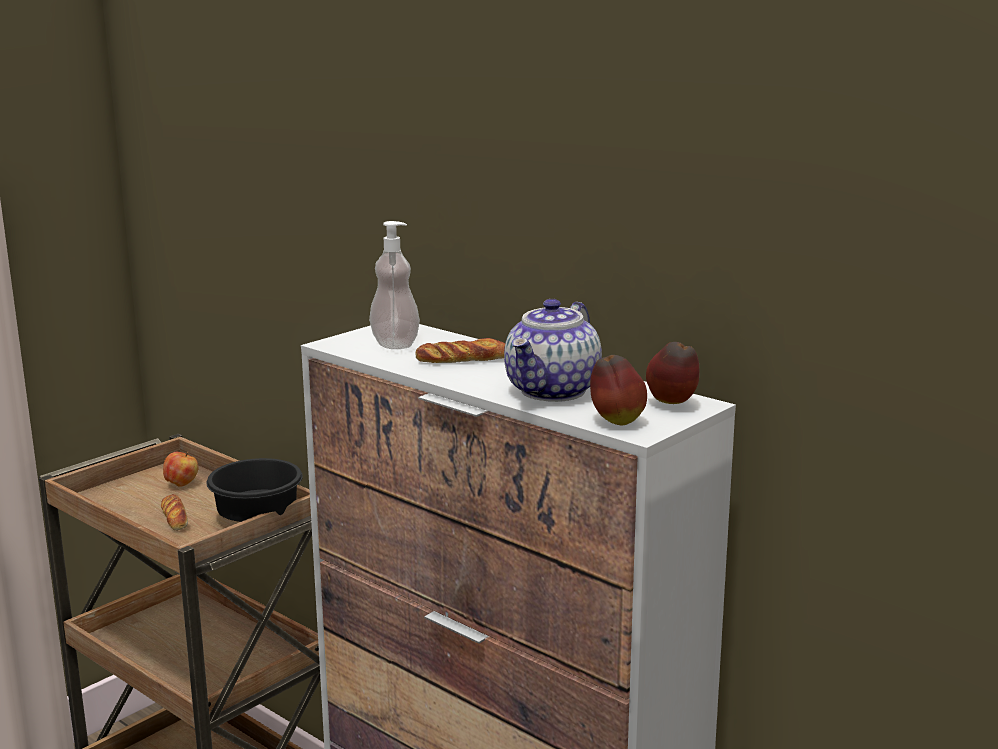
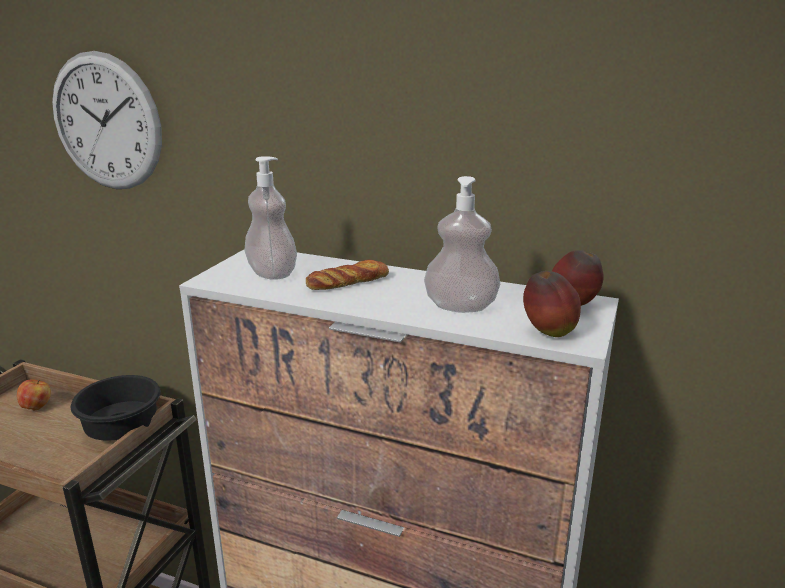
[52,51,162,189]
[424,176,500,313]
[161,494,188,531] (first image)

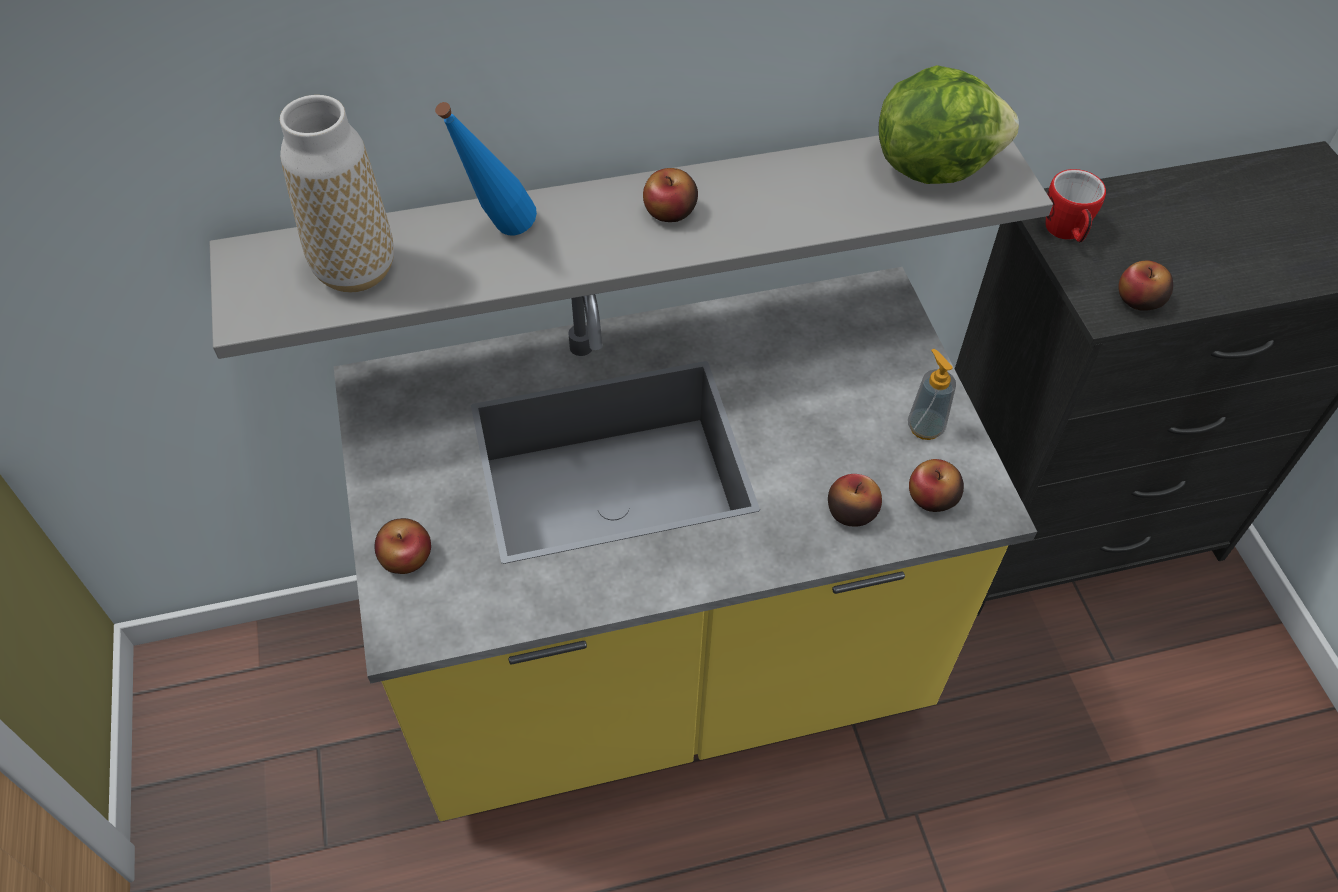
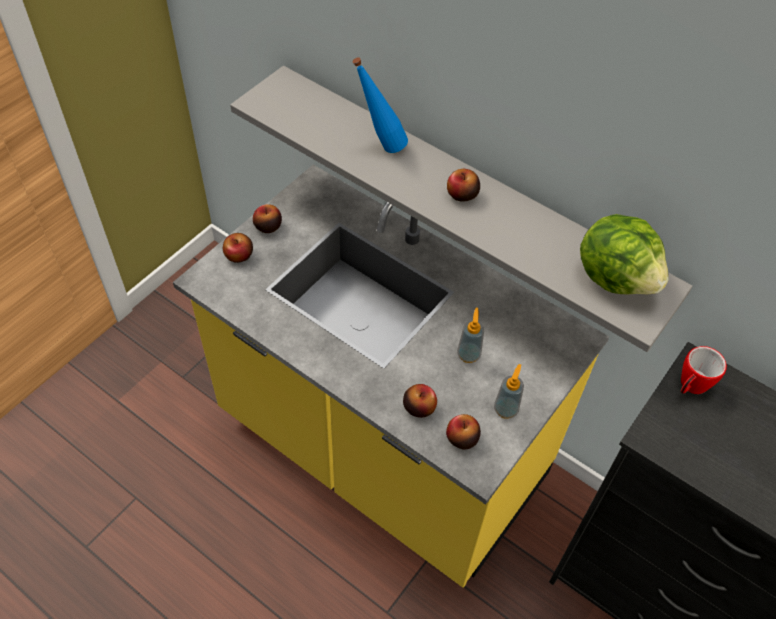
[253,204,282,233]
[457,308,484,363]
[280,95,394,292] (first image)

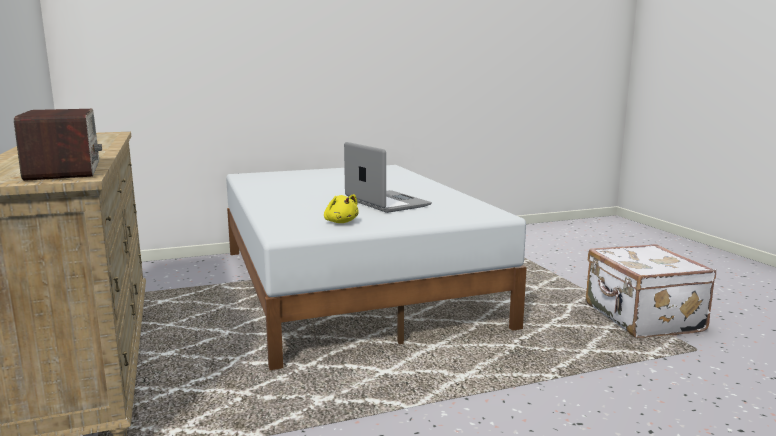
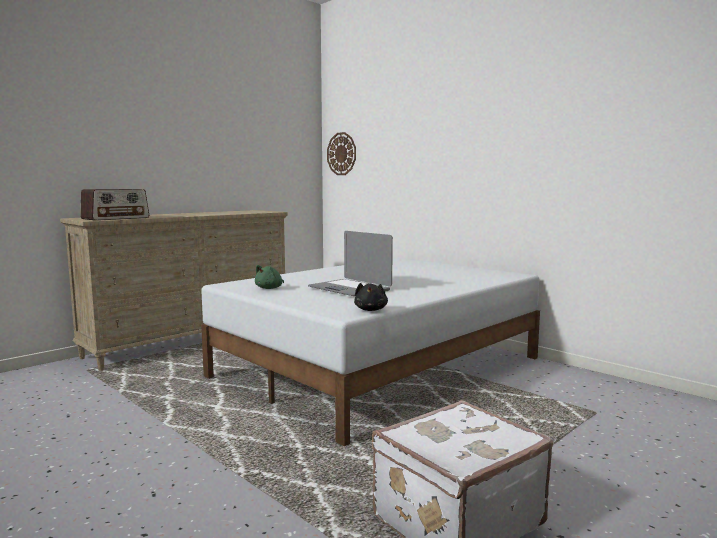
[255,265,284,289]
[308,231,393,296]
[327,132,356,175]
[354,283,388,311]

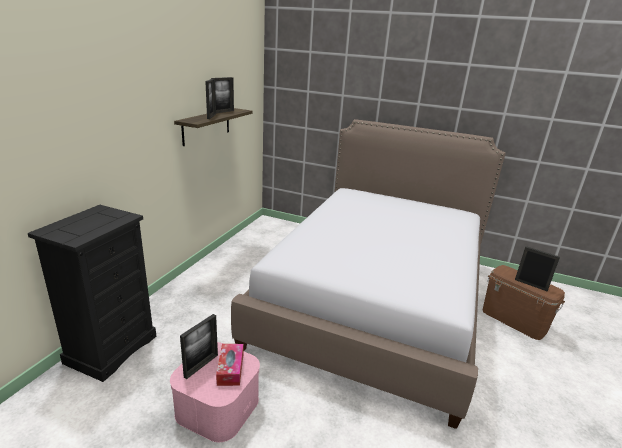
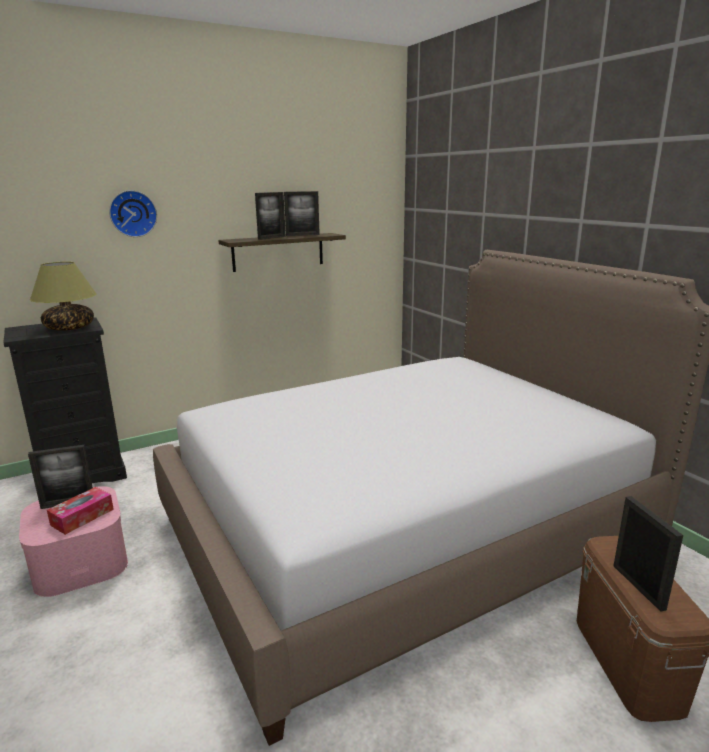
[30,262,96,331]
[109,190,157,237]

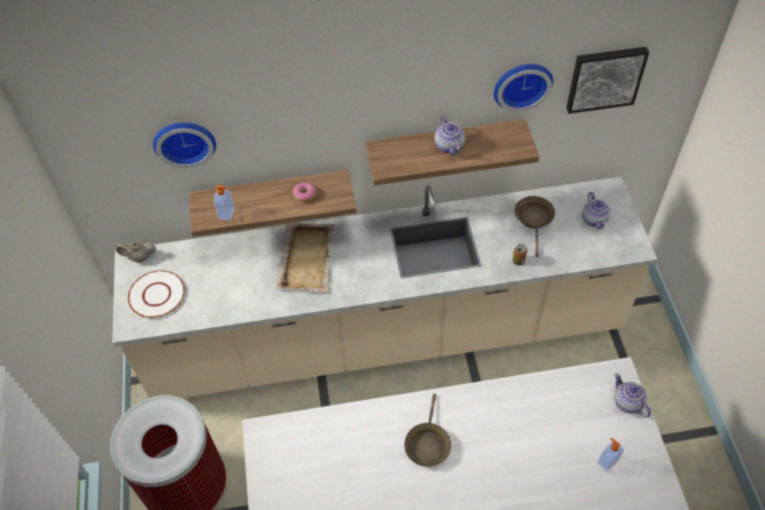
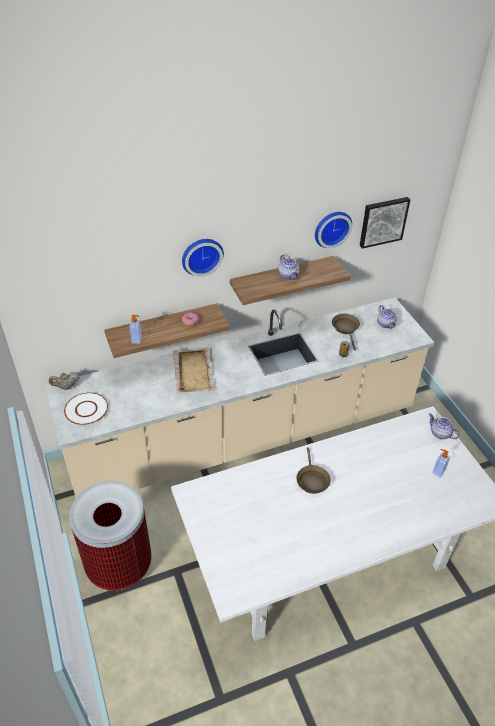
[182,239,224,277]

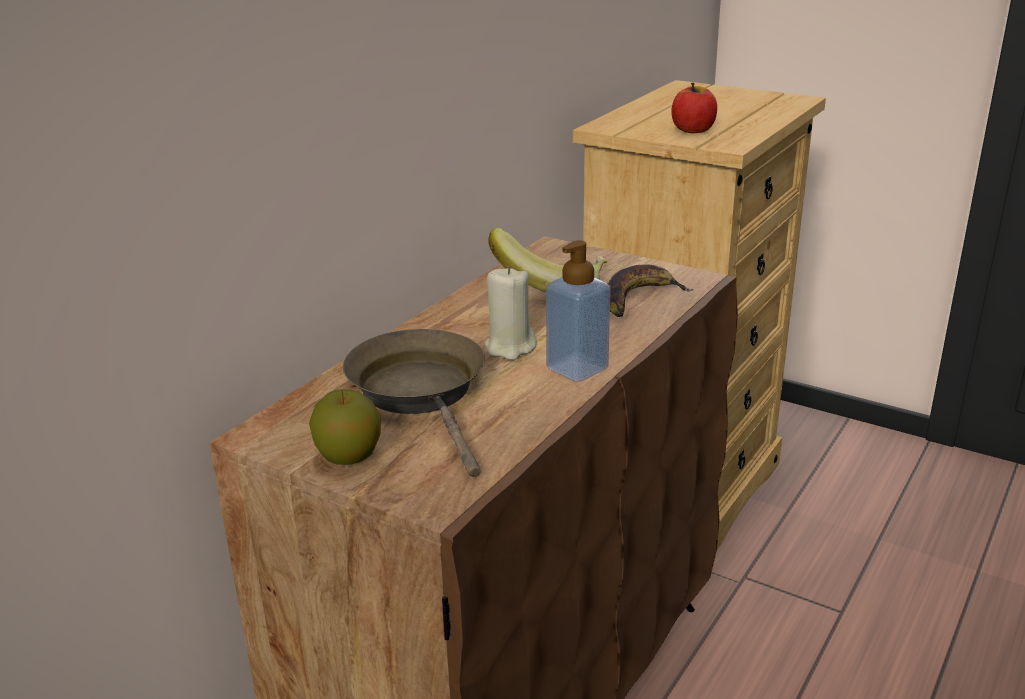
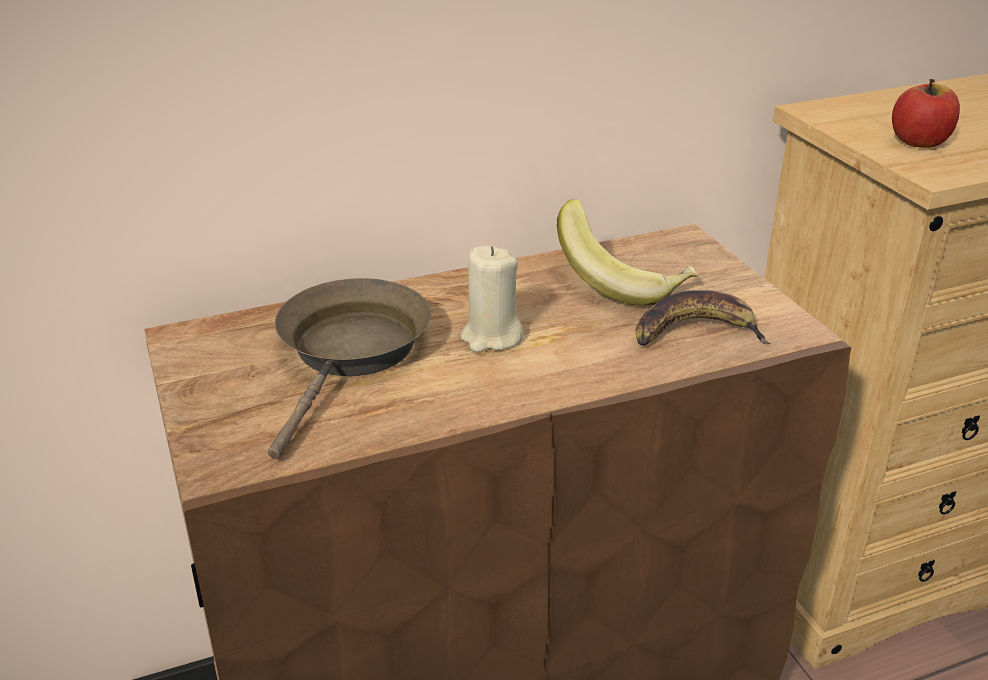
[309,389,381,465] (first image)
[546,240,611,382] (first image)

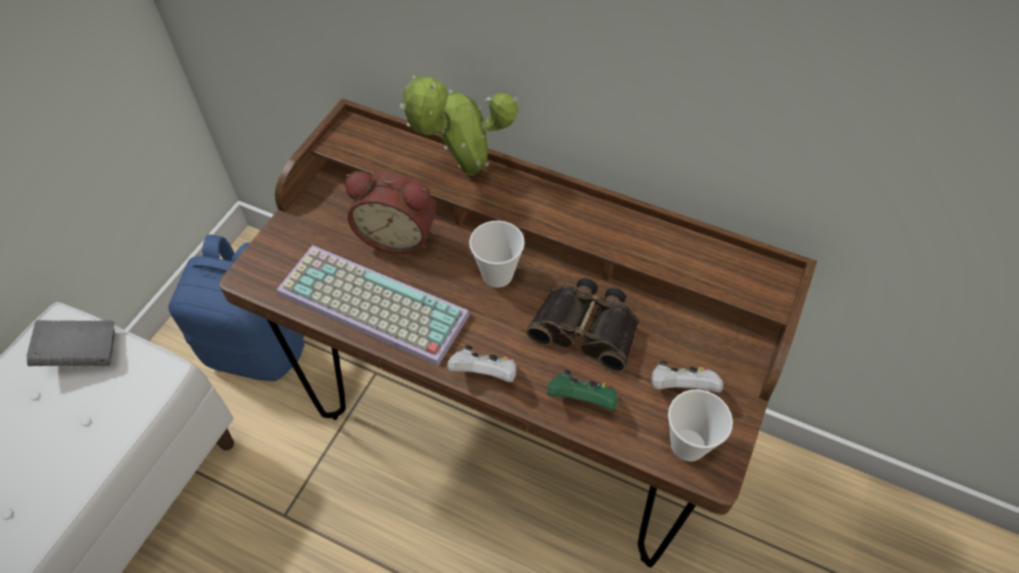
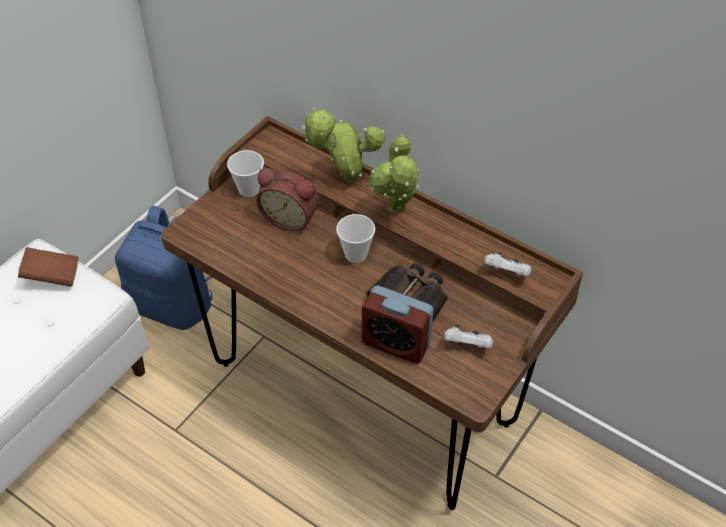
[18,247,79,287]
[227,150,264,197]
[362,285,434,364]
[369,134,419,213]
[484,251,531,277]
[277,245,470,366] (first image)

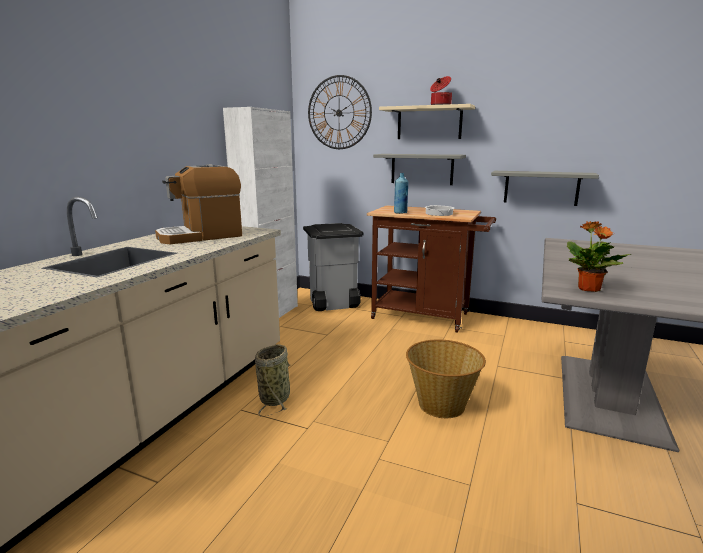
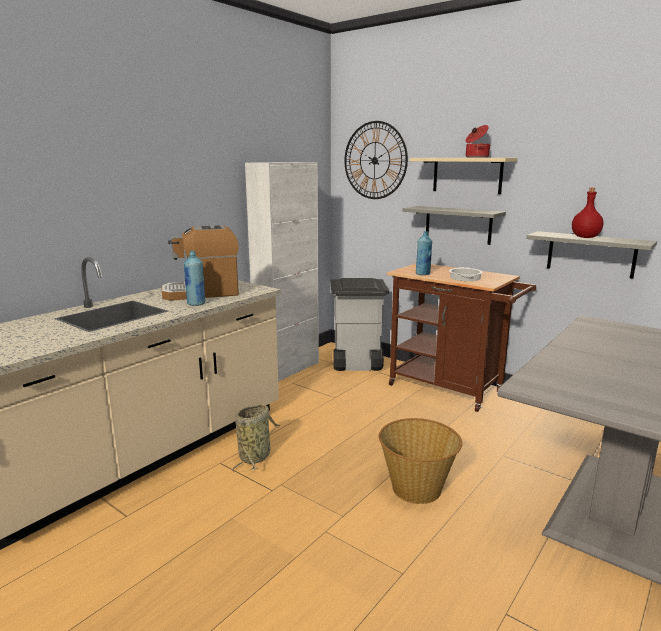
[184,251,205,306]
[572,188,603,238]
[567,221,631,292] (first image)

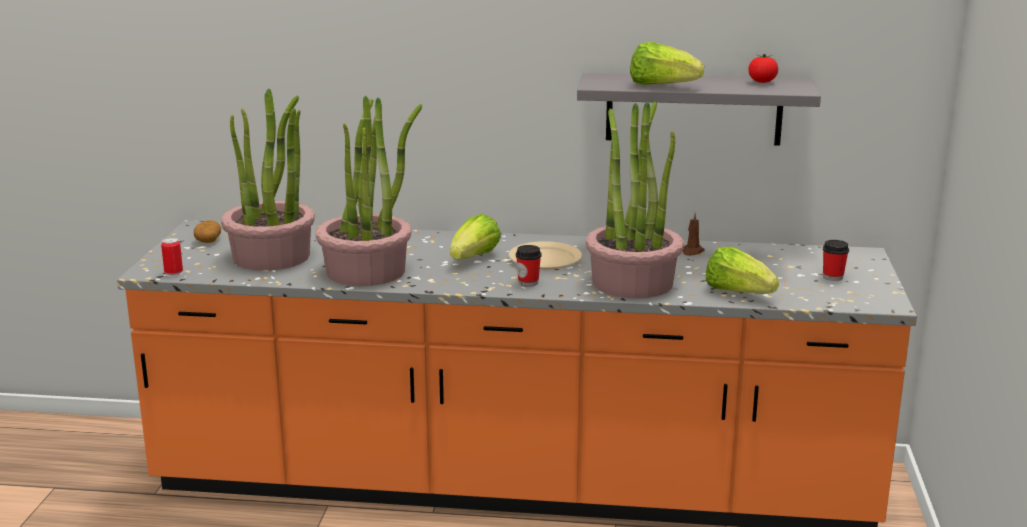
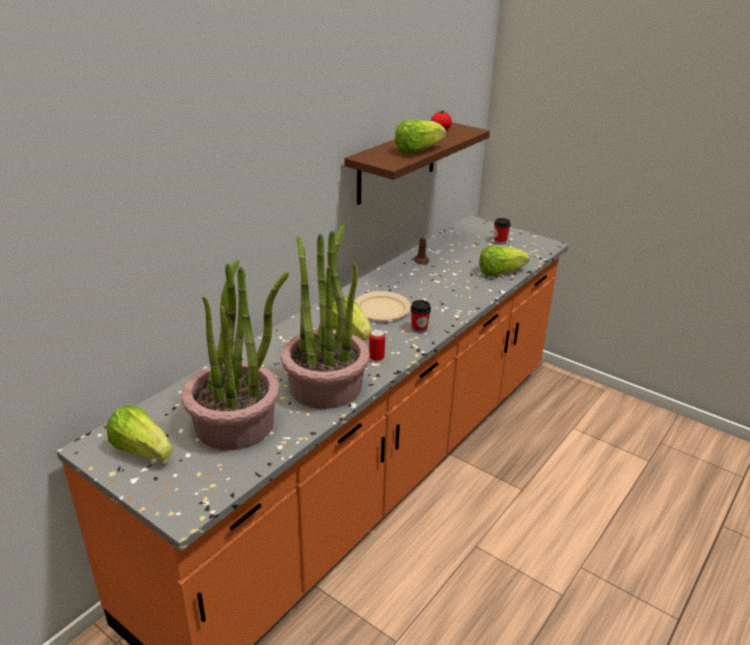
[106,406,173,460]
[345,122,490,205]
[369,329,385,363]
[586,101,684,298] (first image)

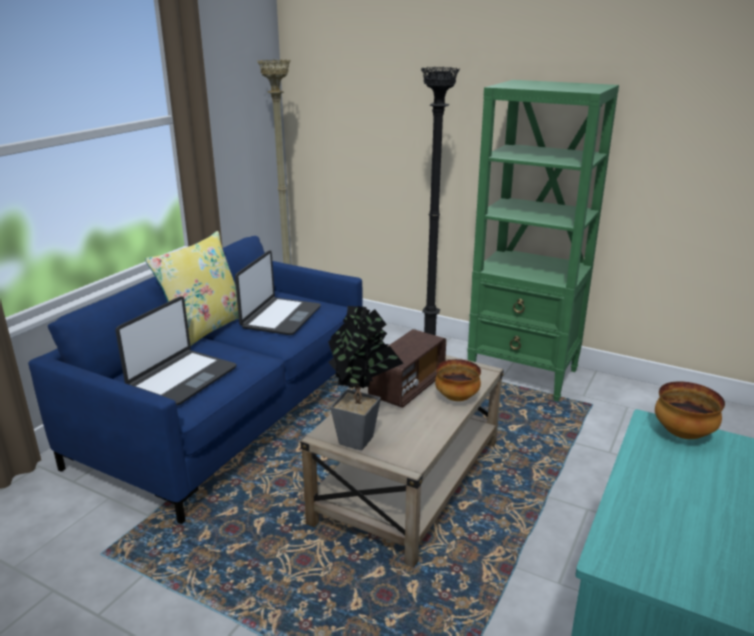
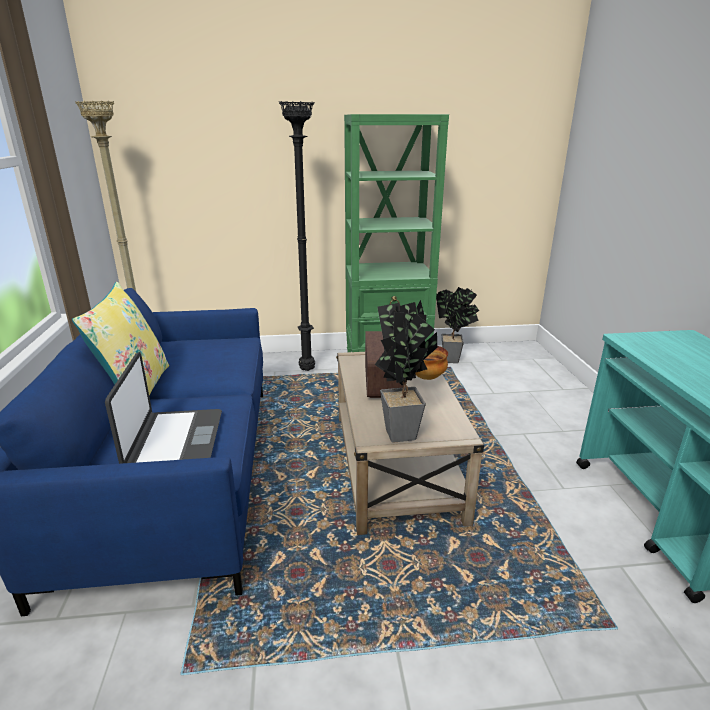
[436,287,479,363]
[235,250,321,335] (first image)
[655,381,725,439] (first image)

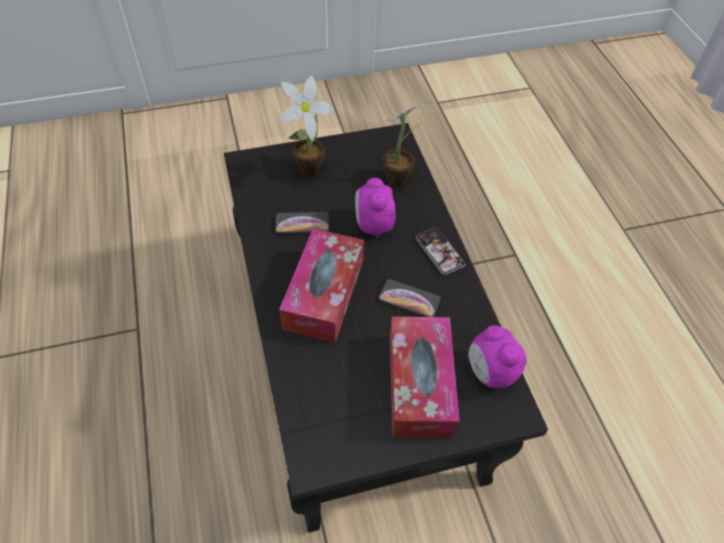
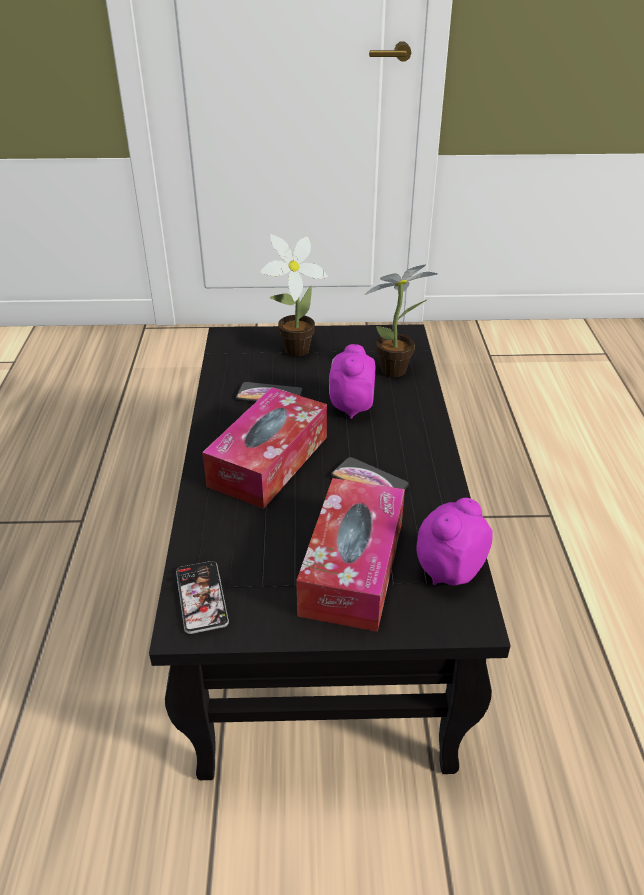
[176,561,229,634]
[416,498,493,585]

